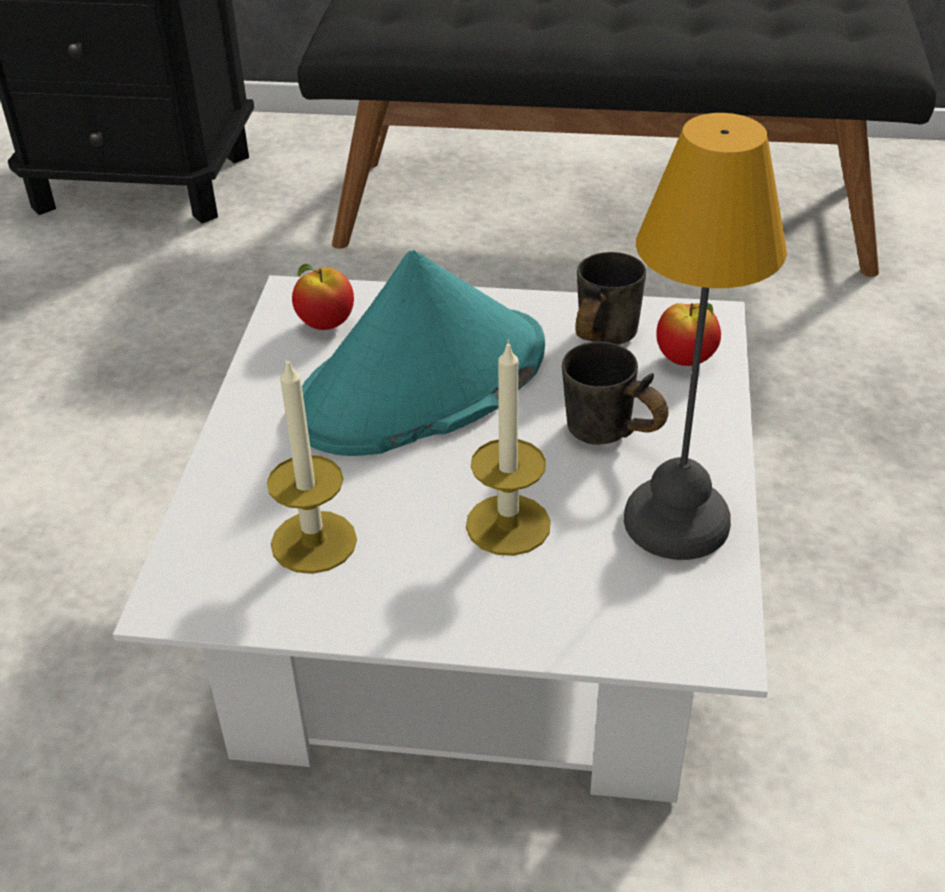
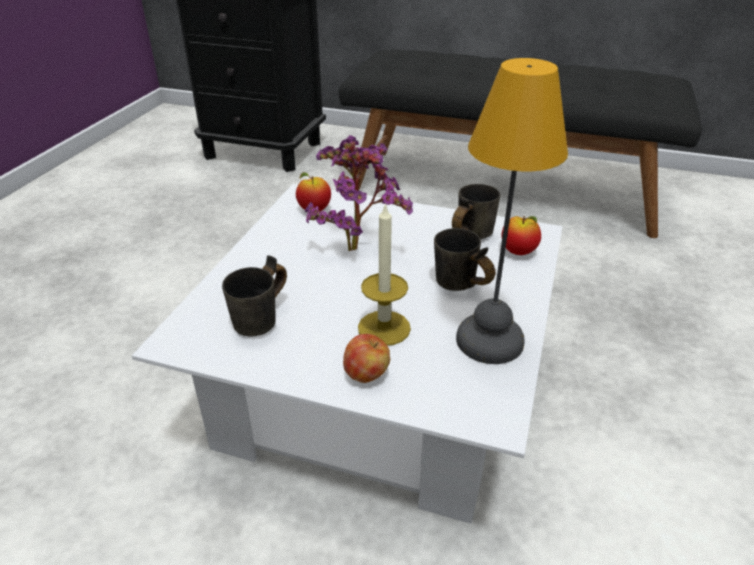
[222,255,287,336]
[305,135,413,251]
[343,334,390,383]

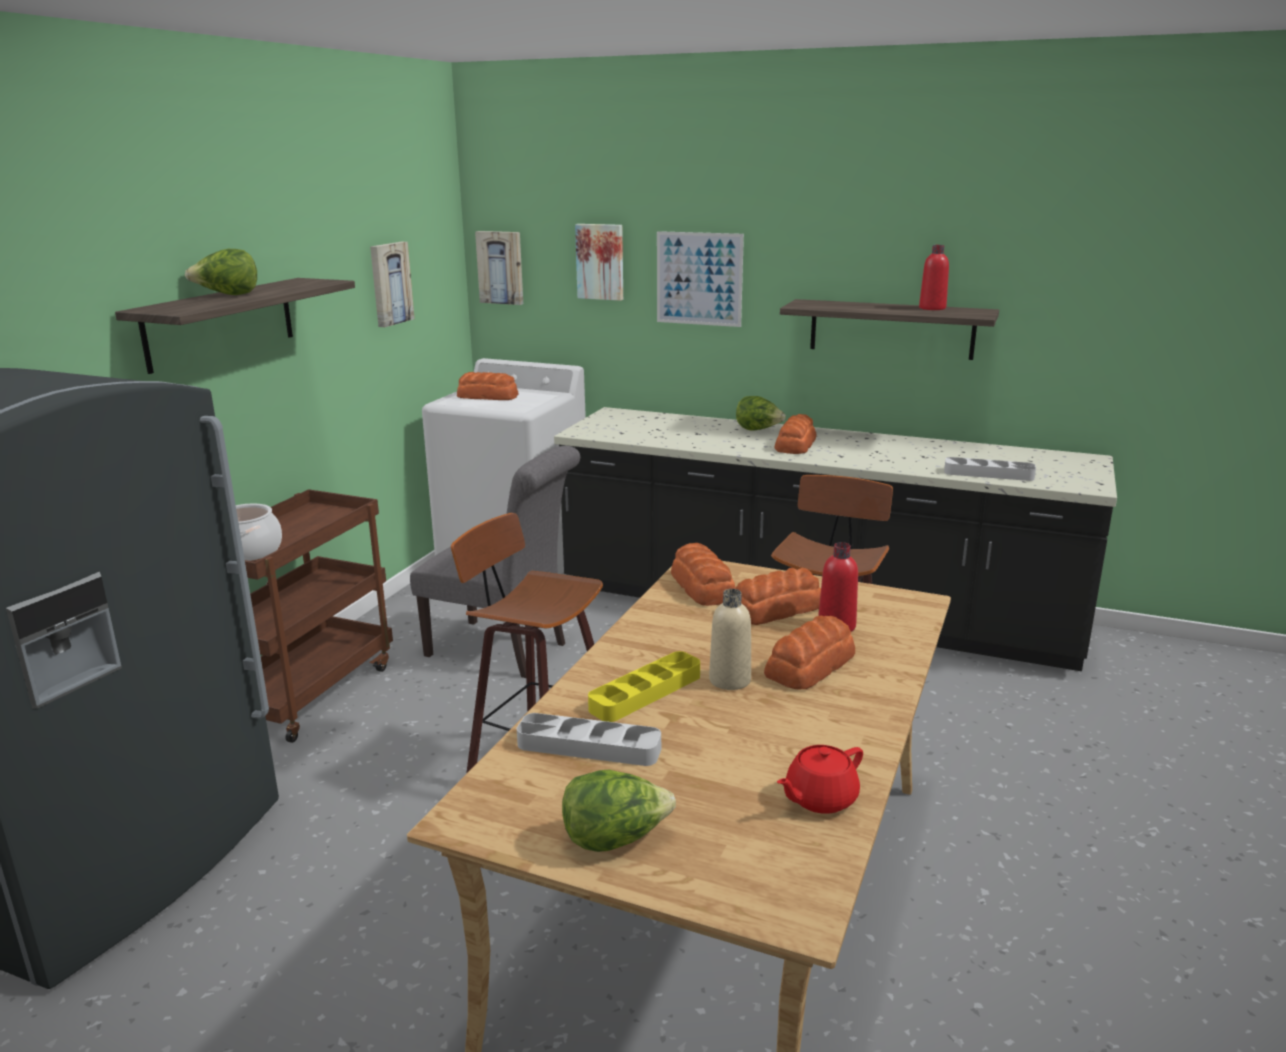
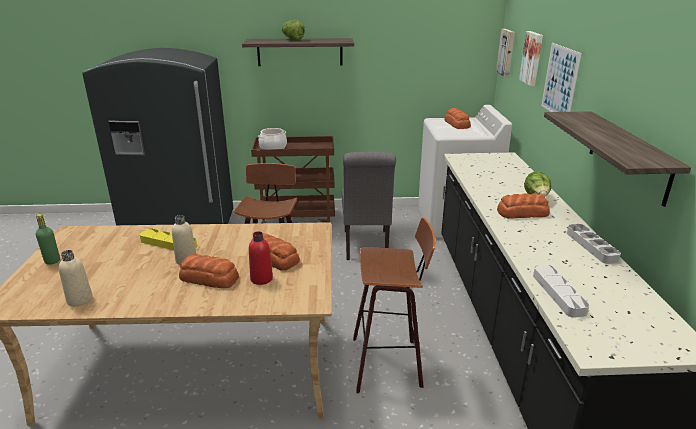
[36,214,60,265]
[59,250,93,307]
[567,224,621,264]
[370,242,415,327] (first image)
[671,543,736,606] (first image)
[919,245,949,310] (first image)

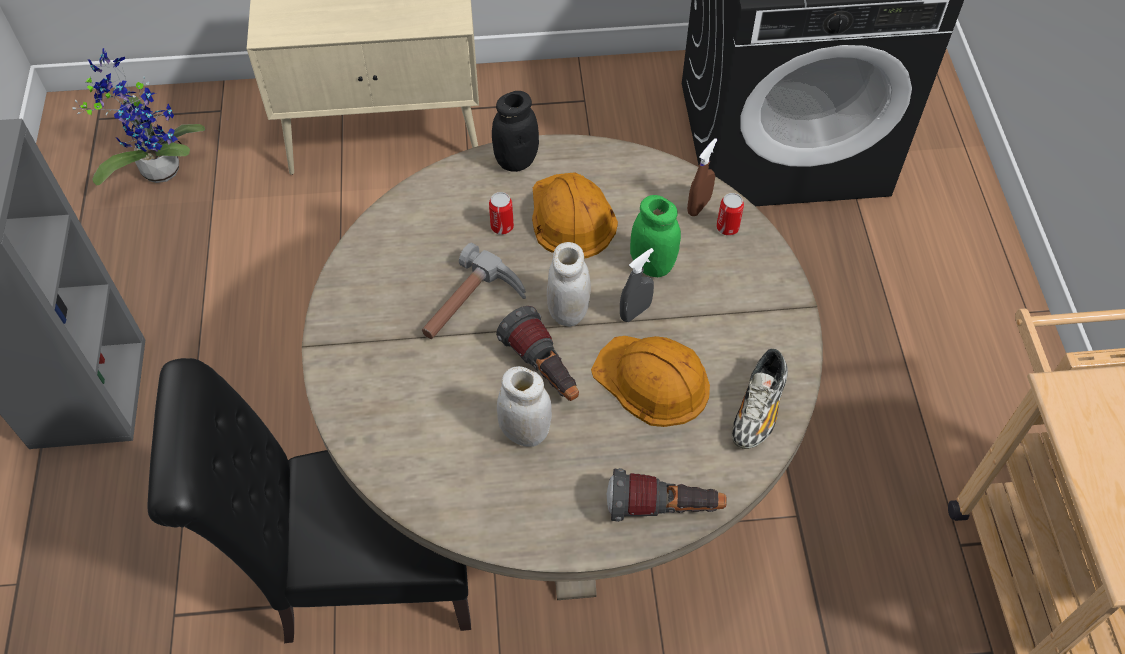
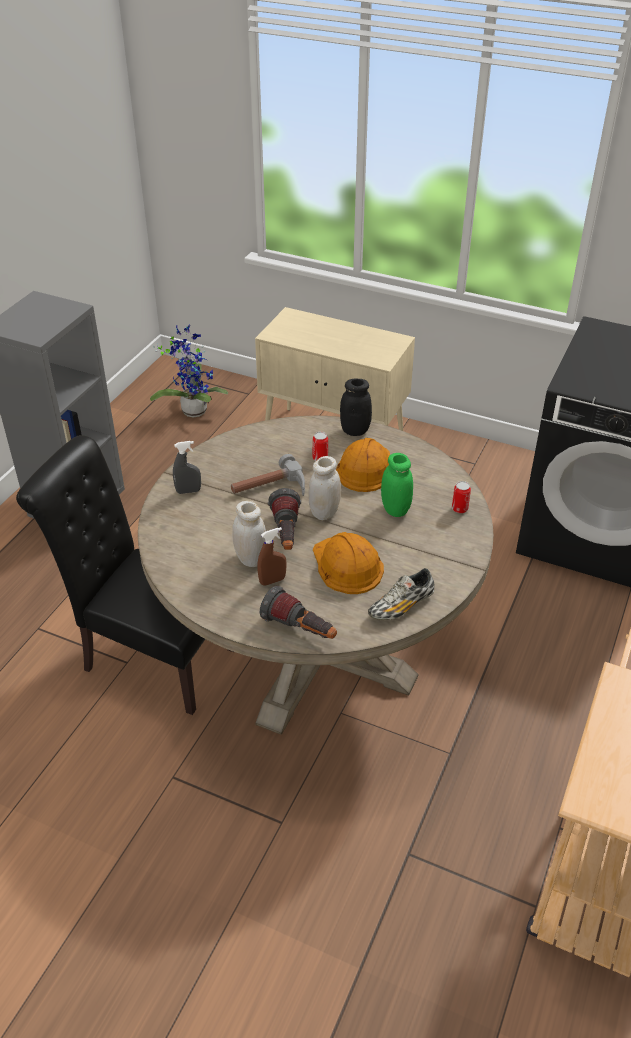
[173,441,201,494]
[257,527,287,586]

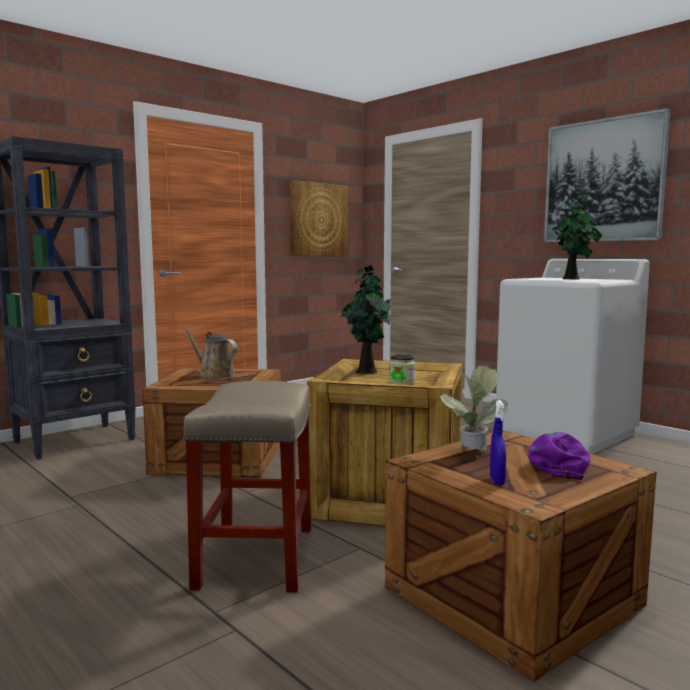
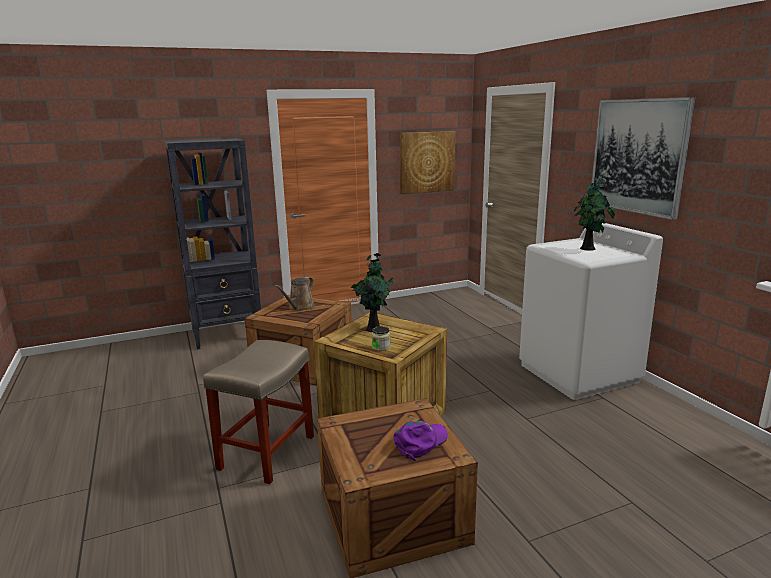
[274,277,315,311]
[439,366,508,451] (first image)
[490,400,506,485] (first image)

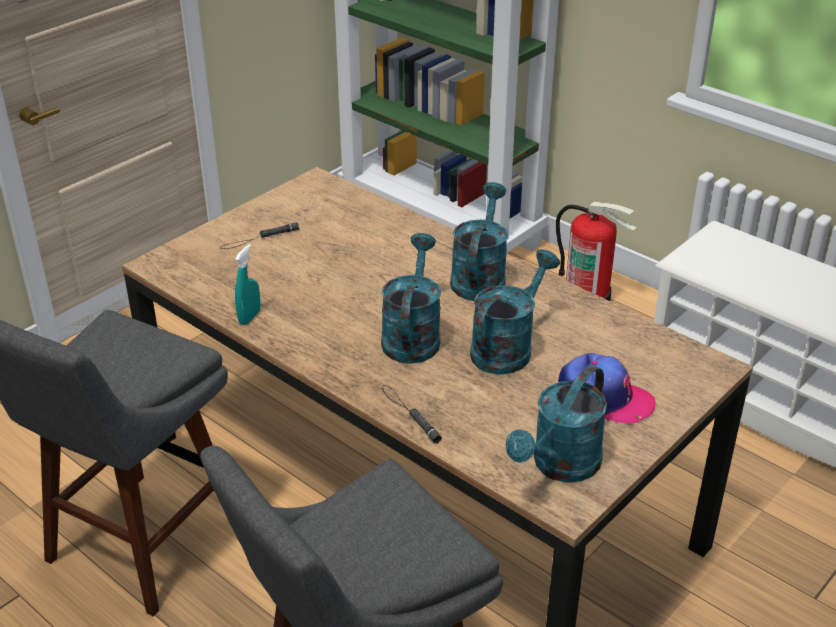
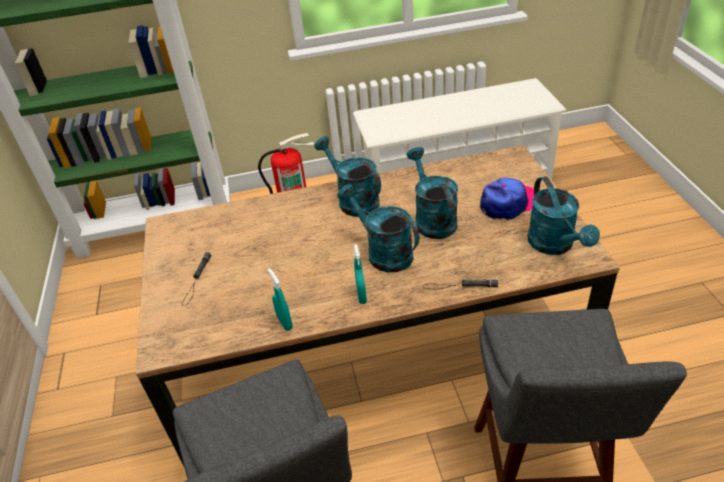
[354,244,367,304]

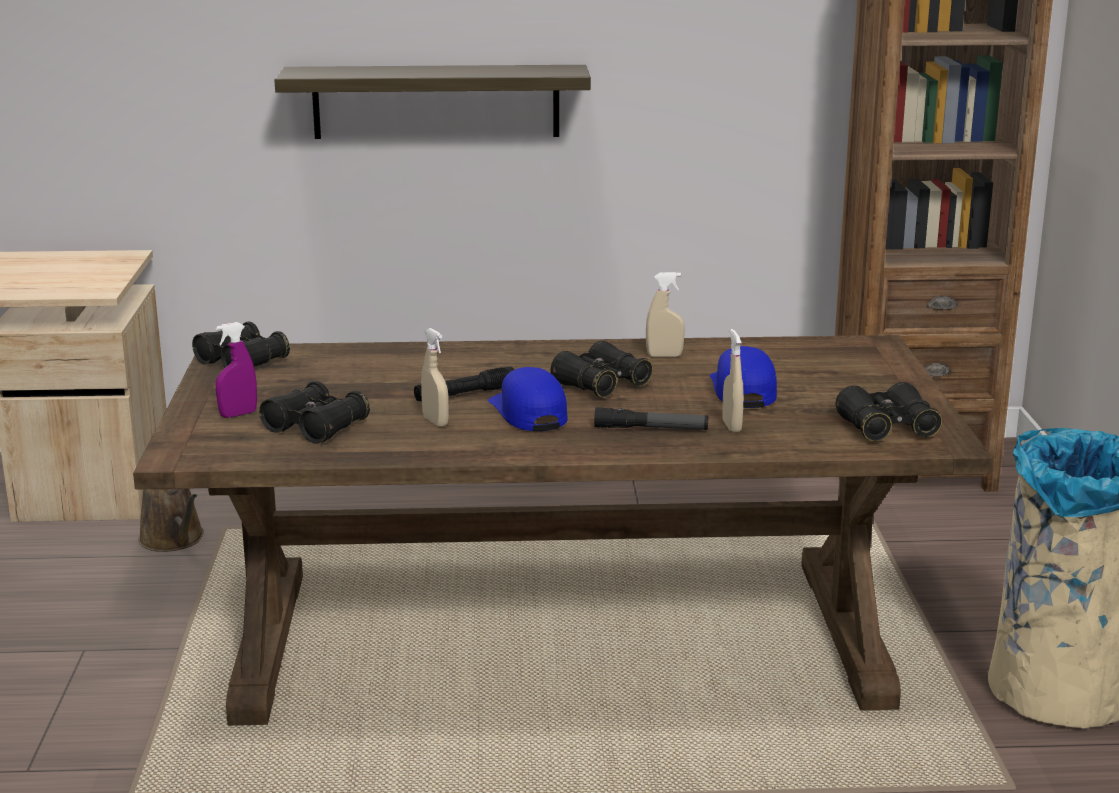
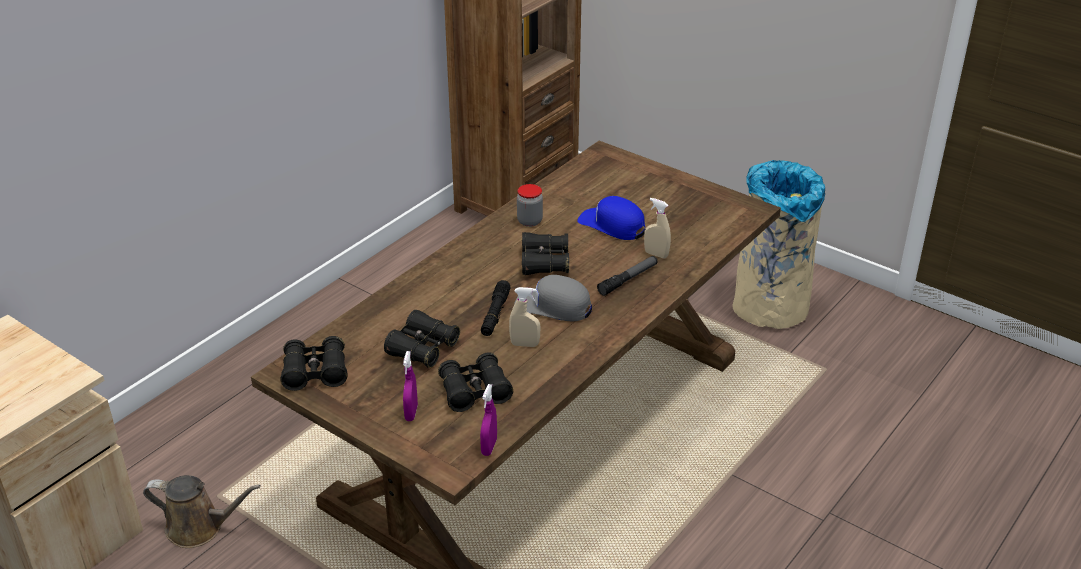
[384,310,460,368]
[480,384,497,456]
[514,275,592,321]
[517,184,543,227]
[274,65,591,139] (first image)

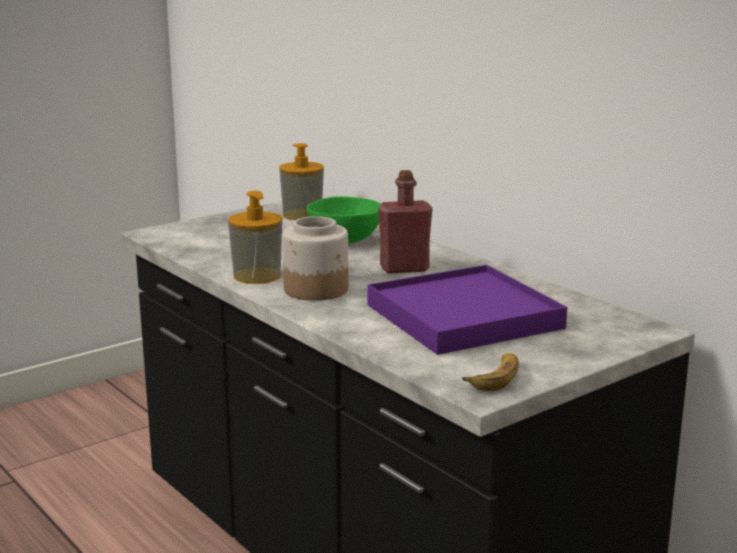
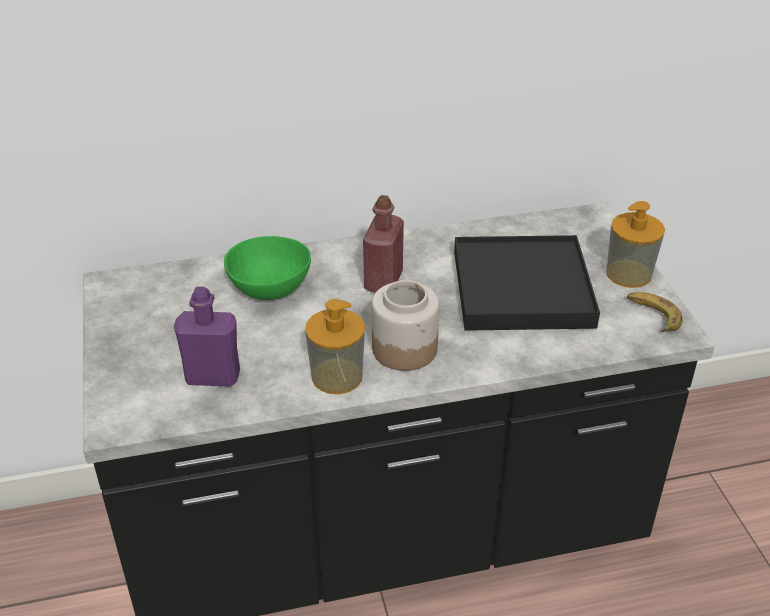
[174,286,240,386]
[454,235,600,331]
[606,201,665,288]

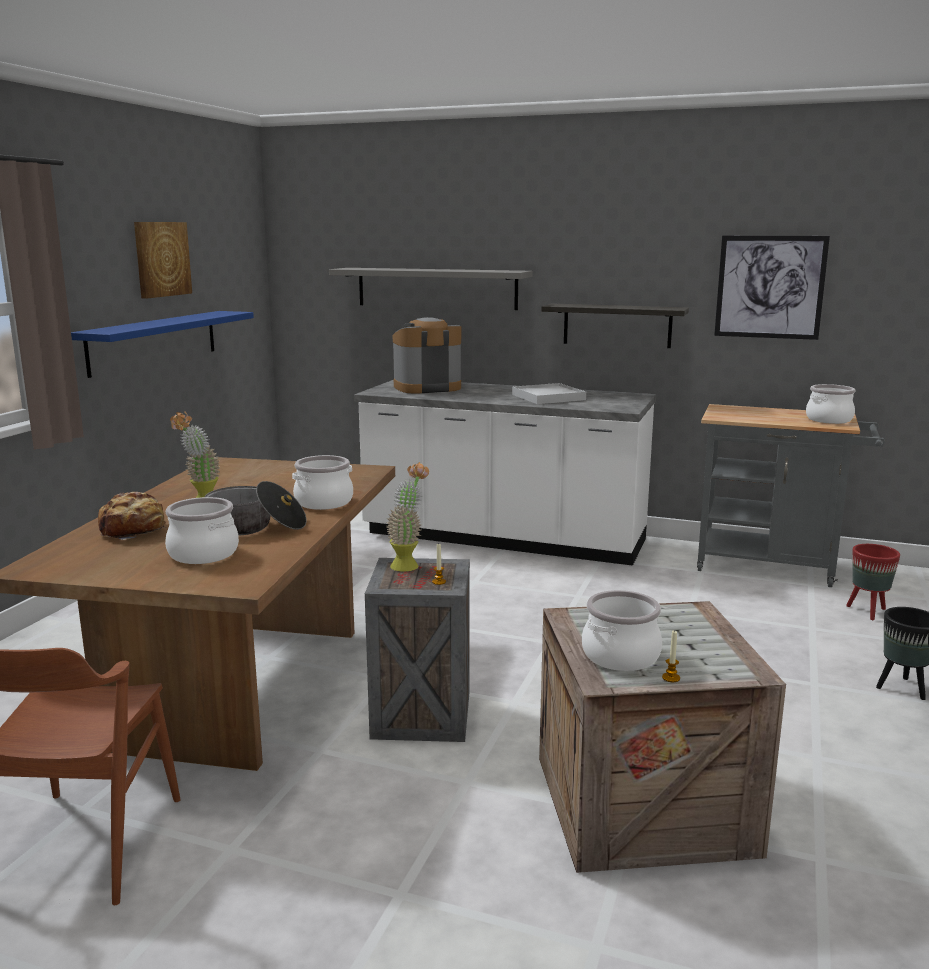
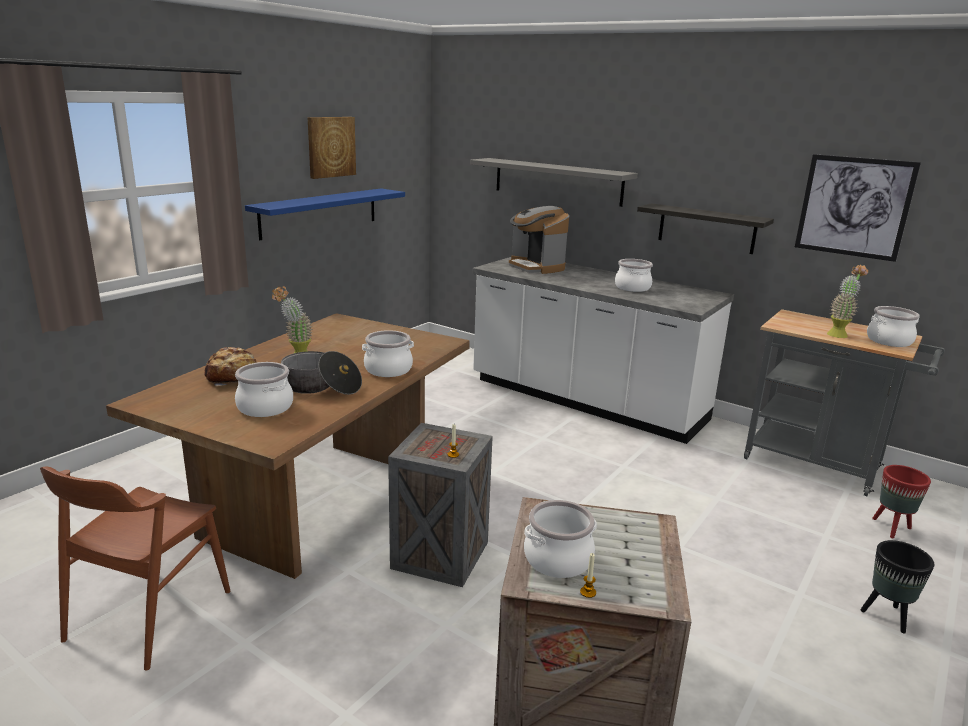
[509,206,569,274]
[615,259,653,292]
[827,265,868,338]

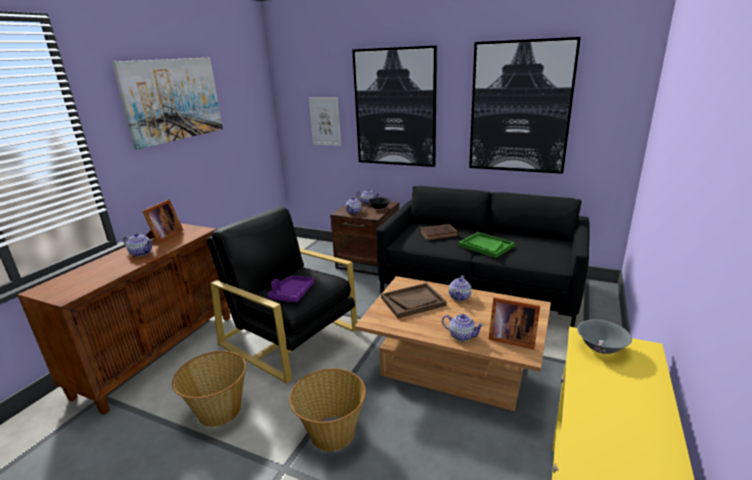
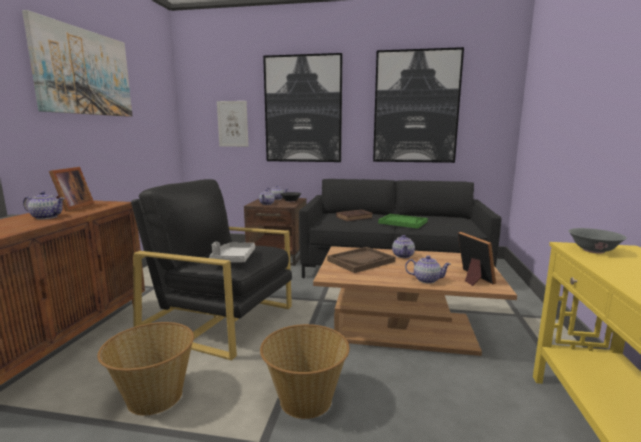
[209,242,255,262]
[458,232,496,286]

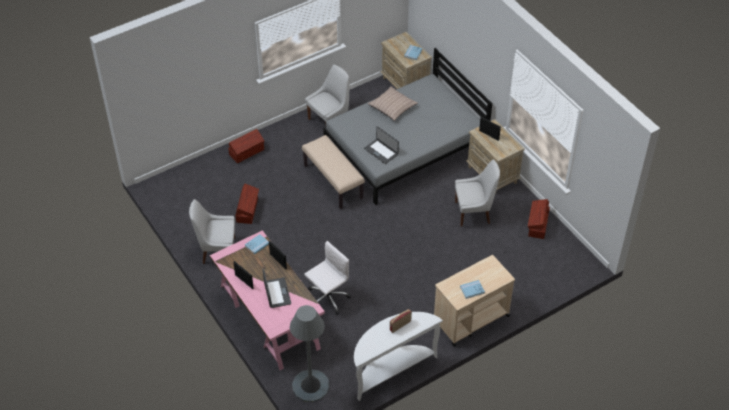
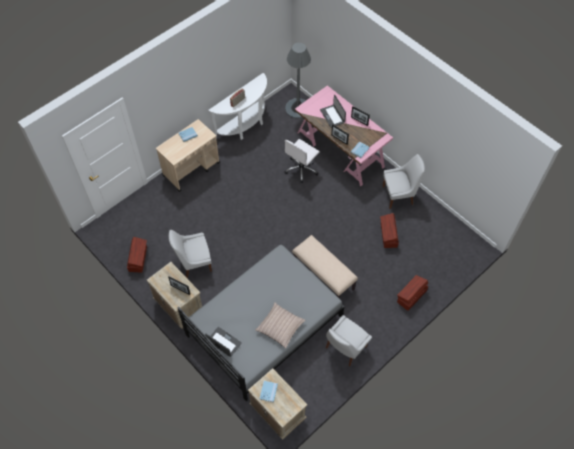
[205,327,242,357]

